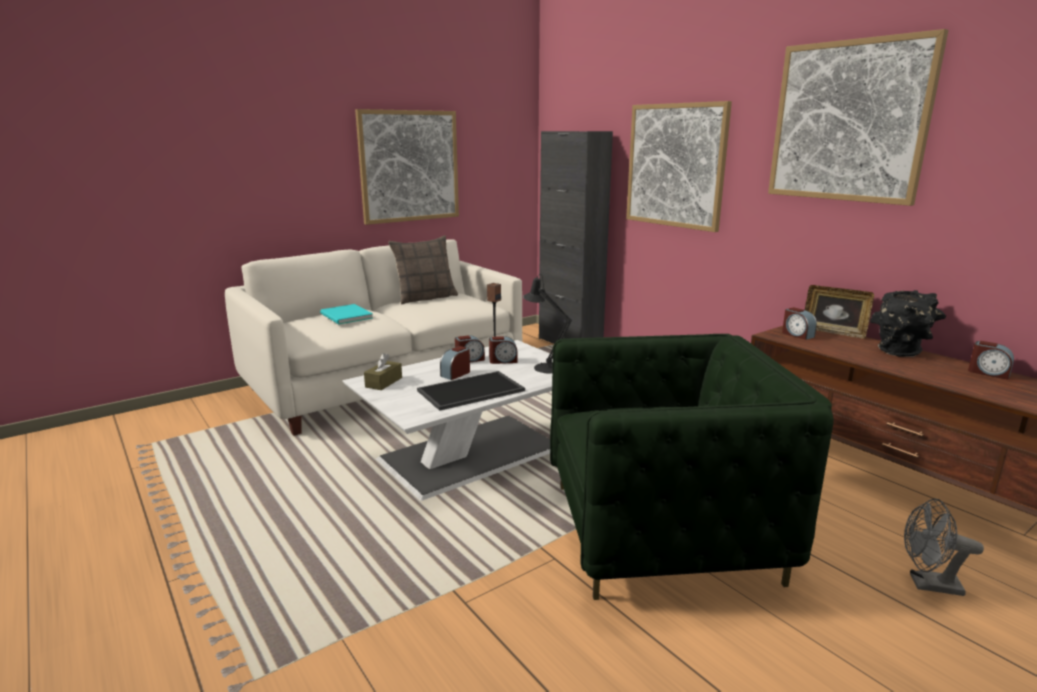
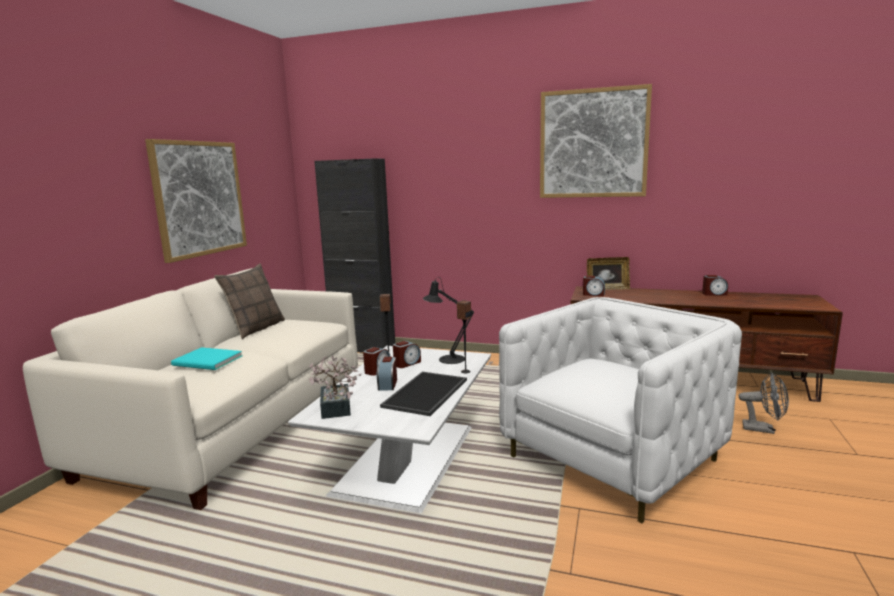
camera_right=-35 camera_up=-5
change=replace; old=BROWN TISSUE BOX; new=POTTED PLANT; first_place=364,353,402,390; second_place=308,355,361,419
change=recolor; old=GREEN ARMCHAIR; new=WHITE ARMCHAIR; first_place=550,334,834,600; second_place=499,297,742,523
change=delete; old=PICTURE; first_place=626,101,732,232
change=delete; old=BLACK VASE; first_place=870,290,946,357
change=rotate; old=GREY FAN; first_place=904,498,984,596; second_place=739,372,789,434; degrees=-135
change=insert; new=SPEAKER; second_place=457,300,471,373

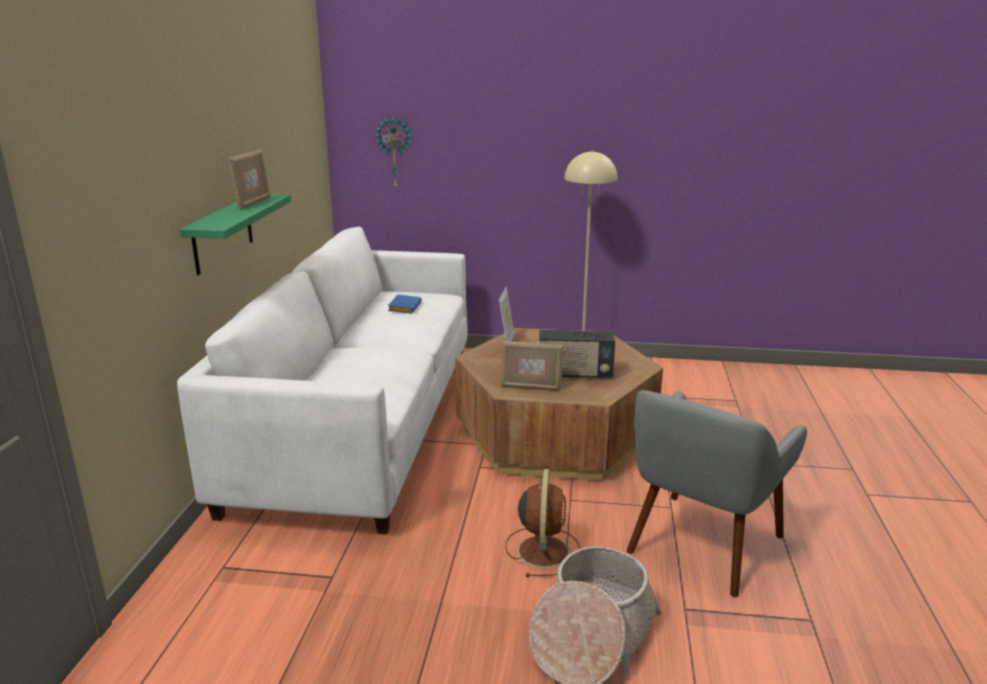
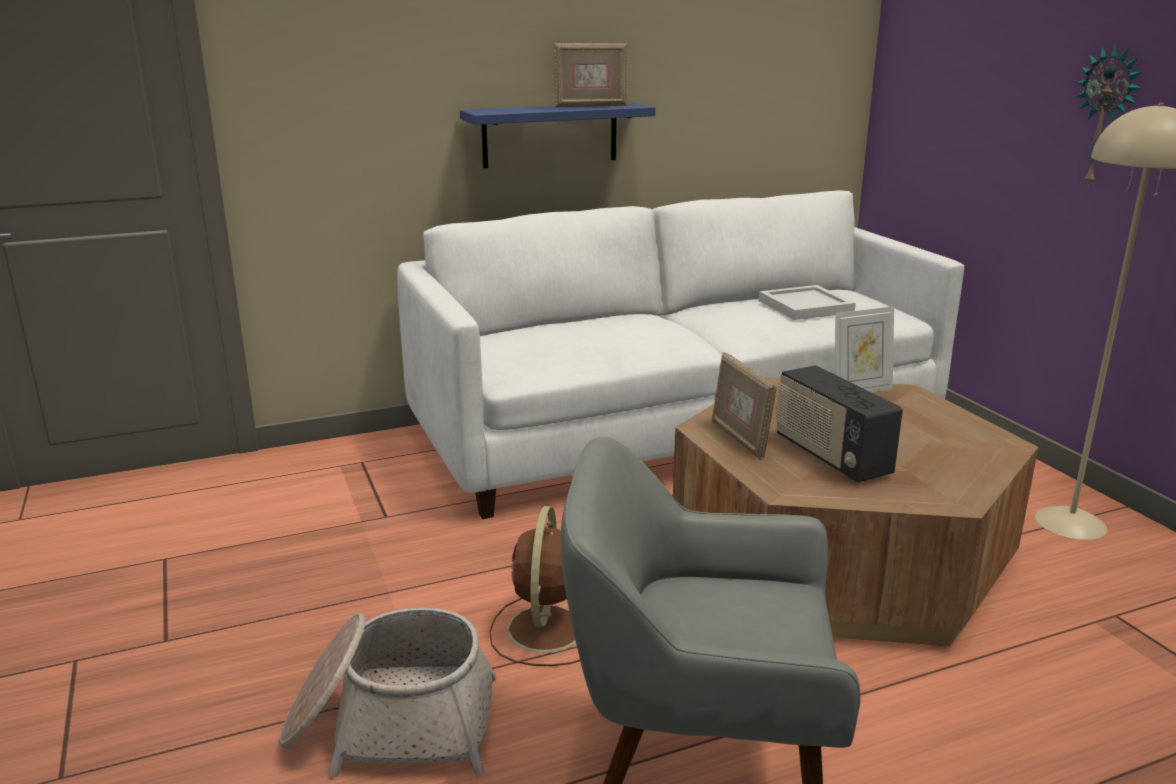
camera_right=60 camera_up=0
change=recolor; old=GREEN SHELF; new=BLUE SHELF; first_place=180,194,291,275; second_place=460,102,656,168
change=move; old=WALL CLOCK; first_place=374,115,414,188; second_place=1076,44,1142,187
change=replace; old=BLUE BOOK; new=WHITE TRAY; first_place=388,295,422,314; second_place=759,285,856,320
change=rotate; old=BROWN FAN; first_place=505,469,581,577; second_place=489,506,580,666; degrees=120

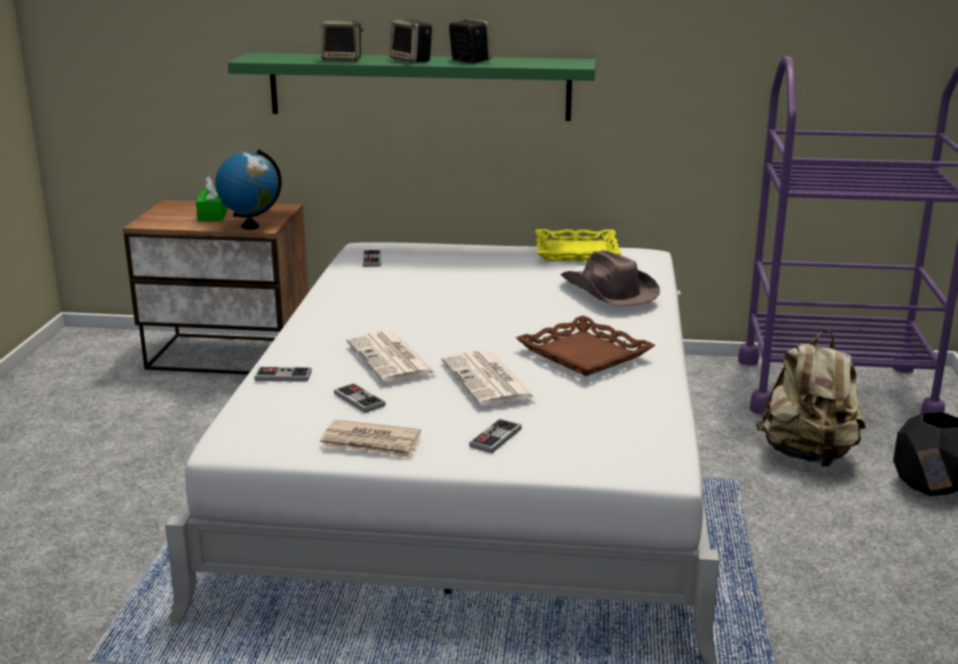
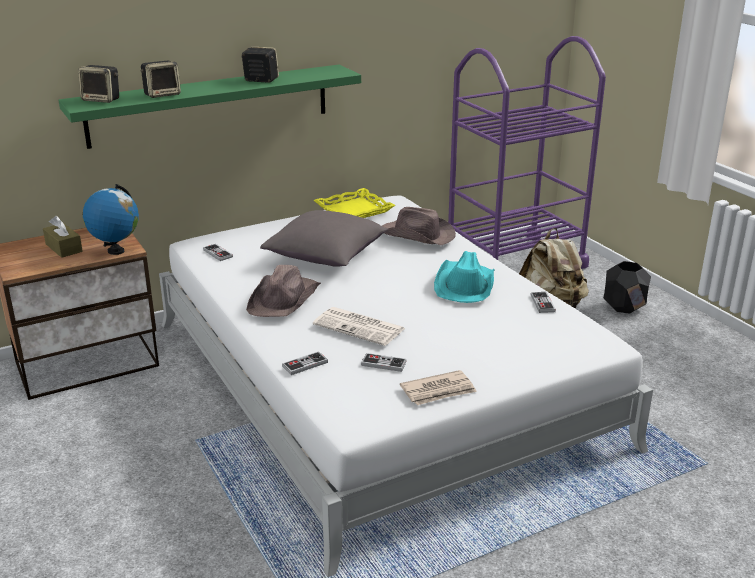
camera_right=-35 camera_up=5
change=recolor; old=GREEN TISSUE BOX; new=BROWN TISSUE BOX; first_place=196,176,228,221; second_place=43,216,83,258
change=move; old=SPEAKER; first_place=390,19,432,63; second_place=78,65,119,103
change=delete; old=NEWSPAPER; first_place=442,350,536,406
change=move; old=GAME CONTROLLER; first_place=469,419,522,453; second_place=531,292,556,313
change=replace; old=BROWN TRAY; new=TURQUOISE HAT; first_place=516,316,656,376; second_place=434,251,494,303
change=insert; new=BROWN HAT; second_place=246,265,321,317
change=insert; new=GREY PILLOW; second_place=260,210,388,267

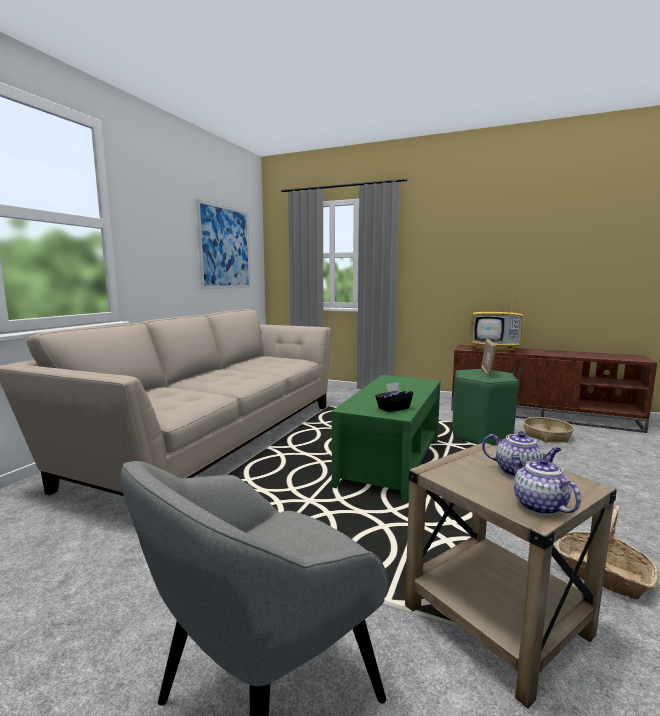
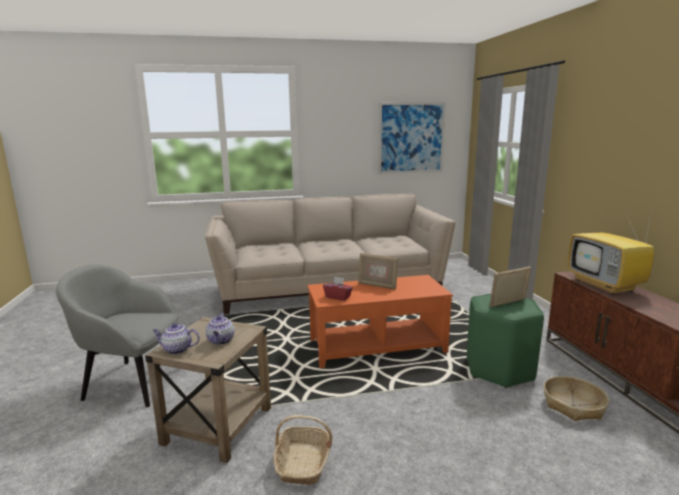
camera_right=55 camera_up=5
change=recolor; old=GREEN COFFEE TABLE; new=ORANGE COFFEE TABLE; first_place=331,375,441,503; second_place=308,275,453,368
change=recolor; old=BLACK TISSUE BOX; new=RED TISSUE BOX; first_place=375,382,413,412; second_place=323,276,353,301
change=rotate; old=TEAPOT; first_place=511,455,581,515; second_place=152,323,200,355; degrees=-120
change=insert; new=PICTURE FRAME; second_place=358,253,398,290

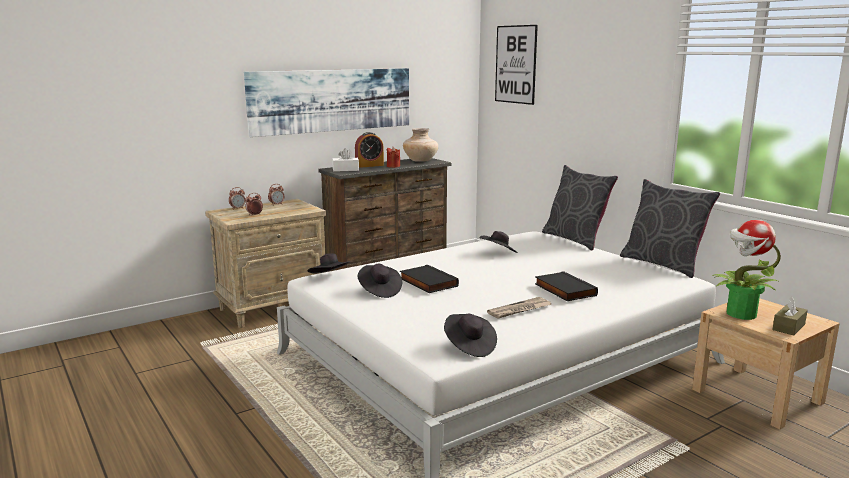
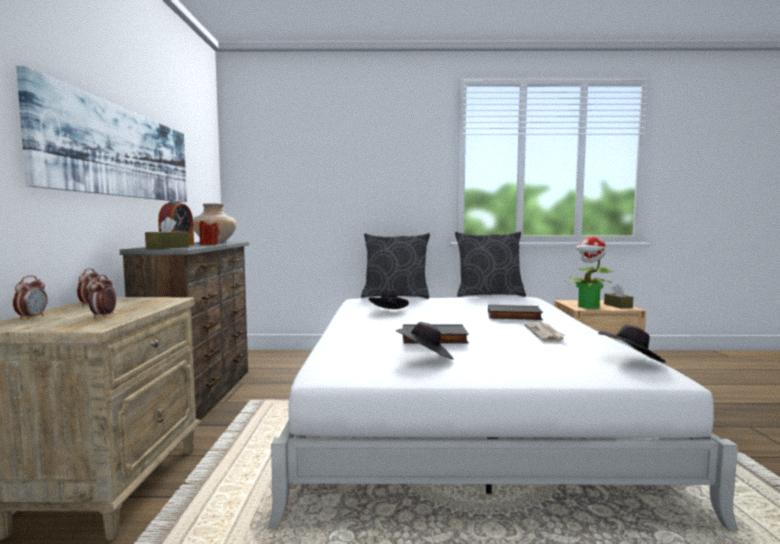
camera_right=-55 camera_up=-10
change=delete; old=BLACK HAT; first_place=307,253,350,274
change=recolor; old=WHITE TISSUE BOX; new=BROWN TISSUE BOX; first_place=332,148,359,172; second_place=145,217,189,249
change=delete; old=PICTURE; first_place=495,25,538,105

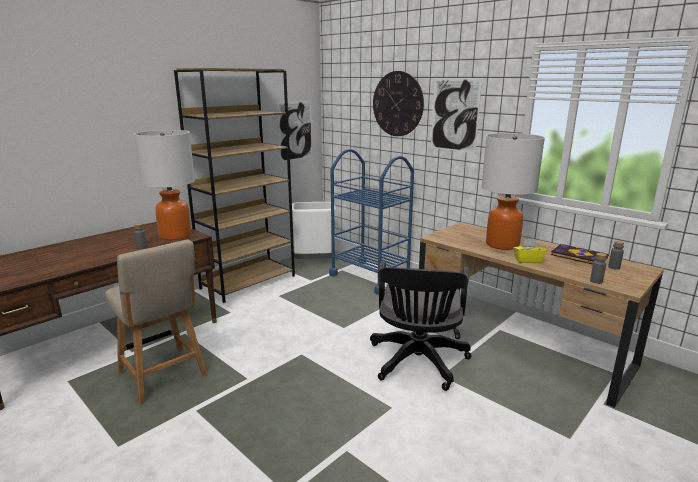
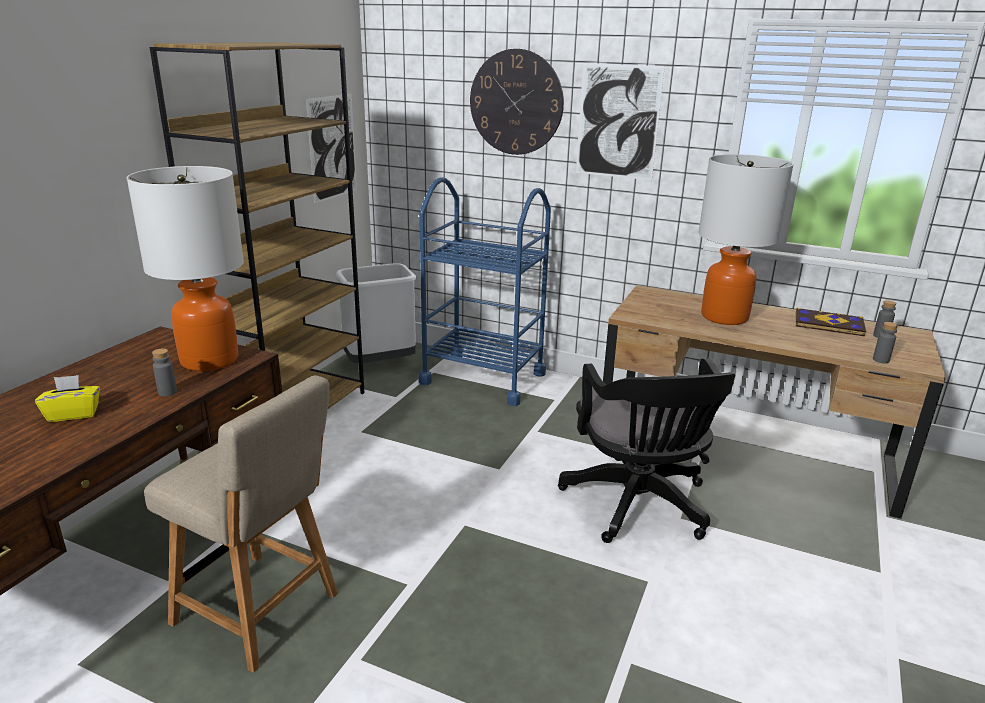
camera_right=-20 camera_up=5
change=move; old=YELLOW TISSUE BOX; first_place=513,239,547,263; second_place=35,375,100,422

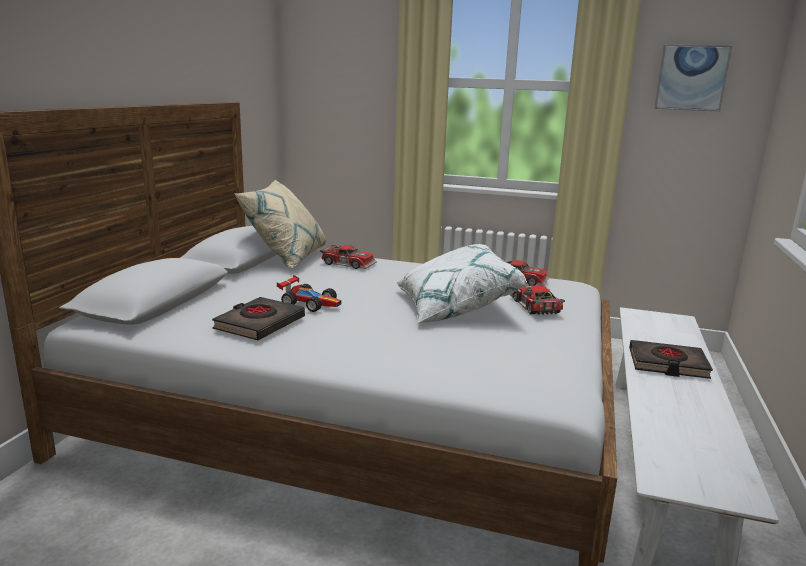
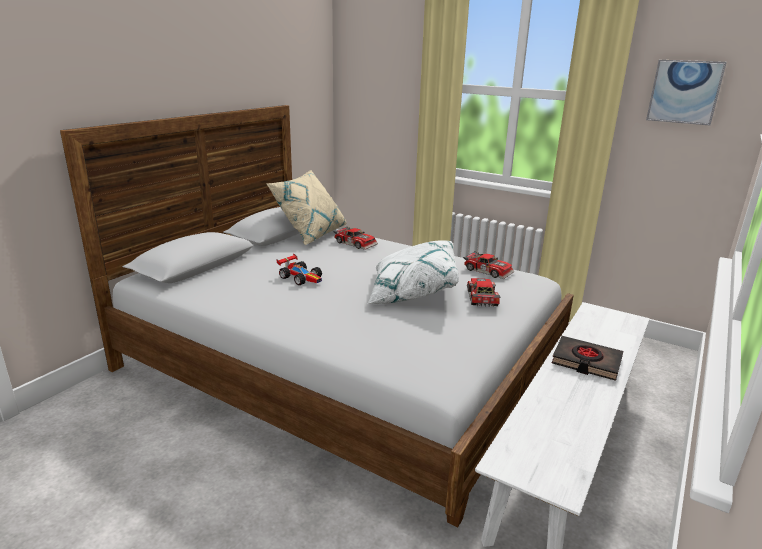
camera_right=15 camera_up=5
change=delete; old=BLACK BOOK; first_place=212,297,305,340

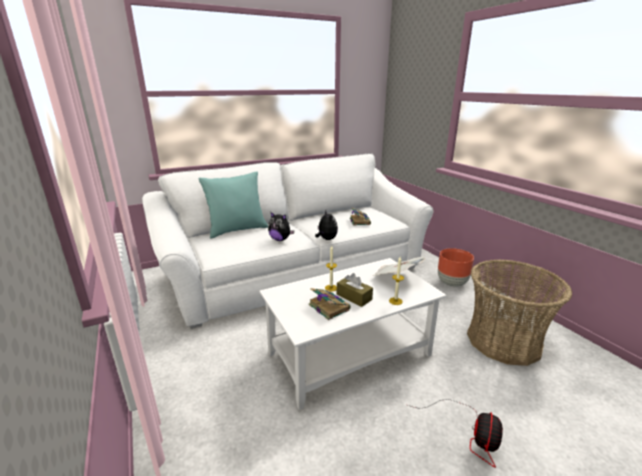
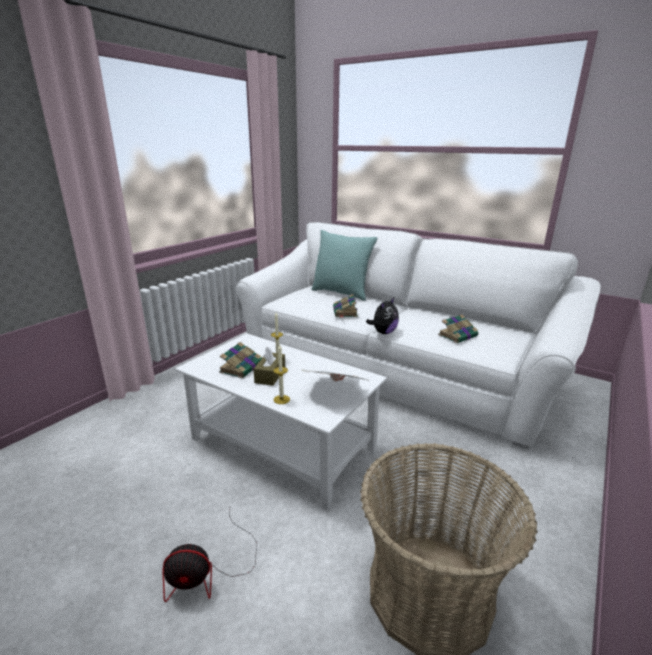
camera_right=60 camera_up=0
change=replace; old=PLUSH TOY; new=BOOK; first_place=268,212,294,241; second_place=333,294,358,318
change=delete; old=BROWN PLANTER; first_place=438,248,474,287

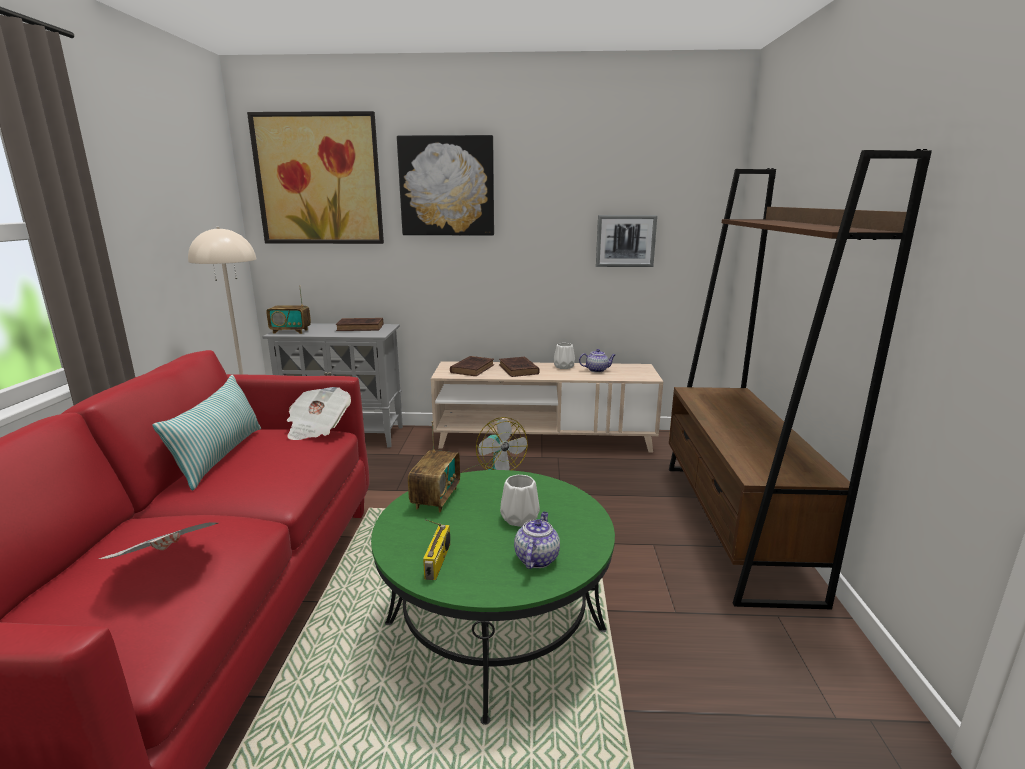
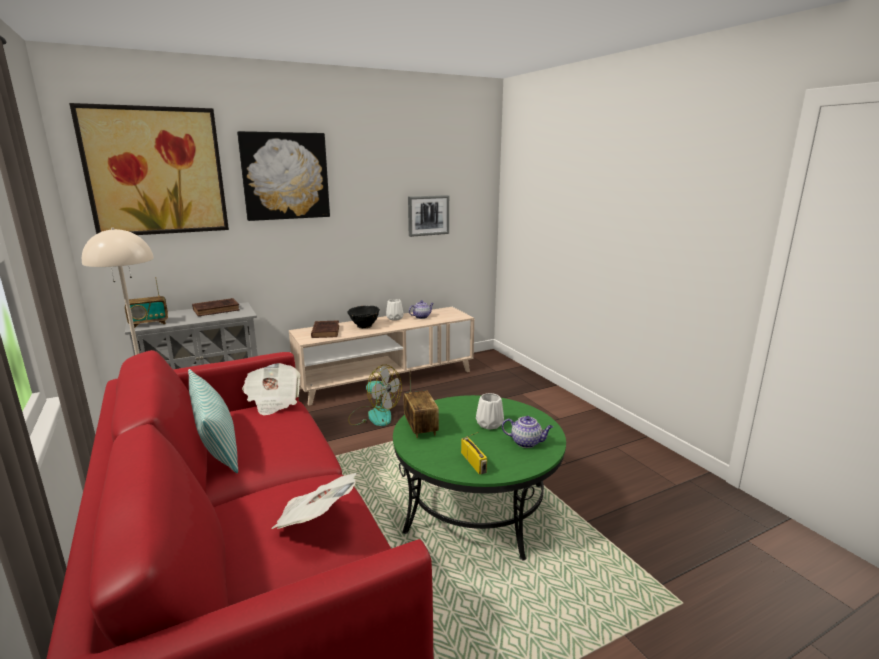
camera_right=-30 camera_up=0
change=replace; old=BROWN BOOK; new=BLACK BOWL; first_place=499,357,540,377; second_place=347,306,380,328
change=rotate; old=TEAPOT; first_place=514,512,560,569; second_place=502,416,553,448; degrees=120
change=delete; old=BROWN BOOKCASE; first_place=669,149,932,610

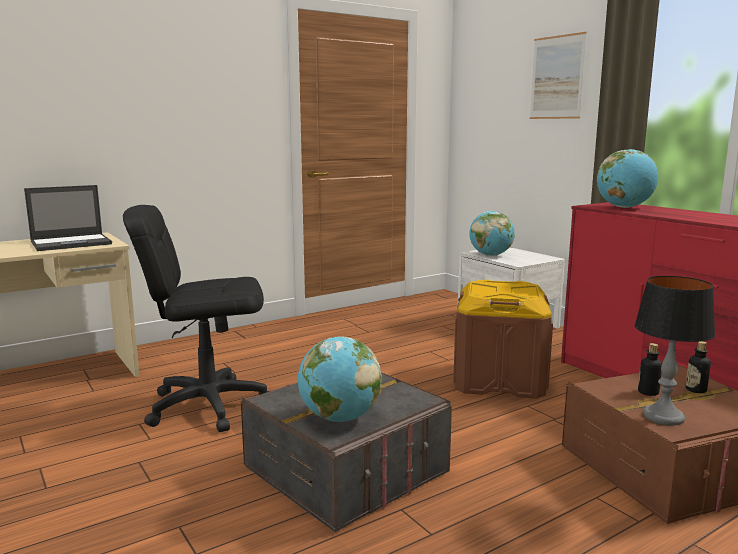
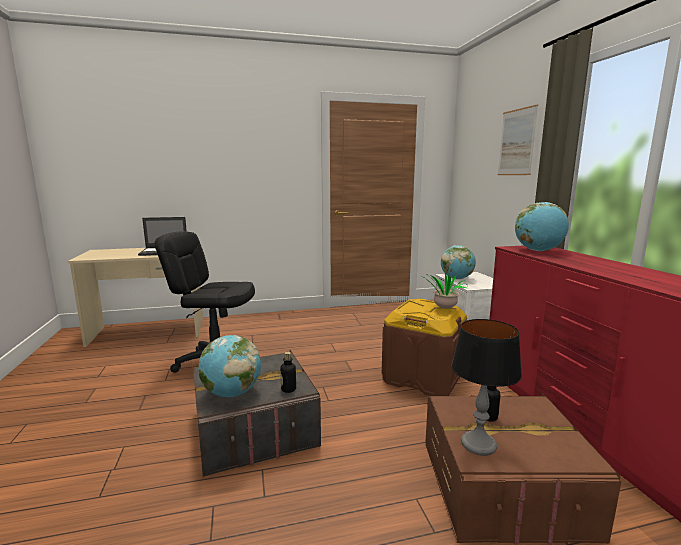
camera_right=20 camera_up=0
change=move; old=BOTTLE; first_place=686,341,711,393; second_place=280,352,296,393
change=insert; new=POTTED PLANT; second_place=420,273,468,309

